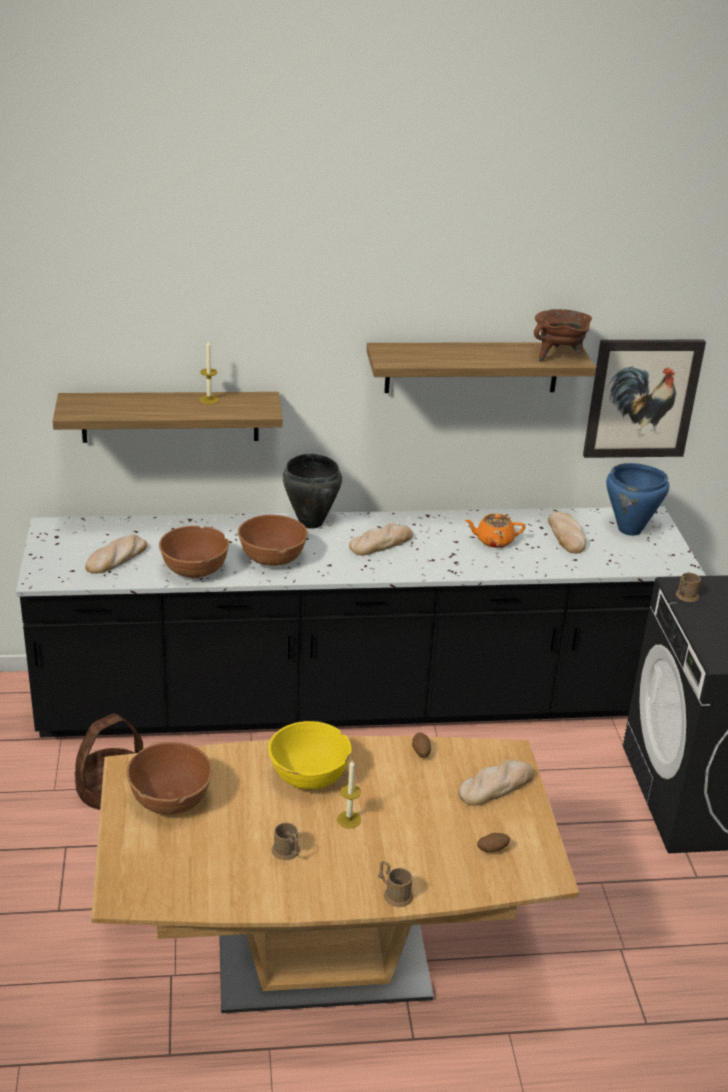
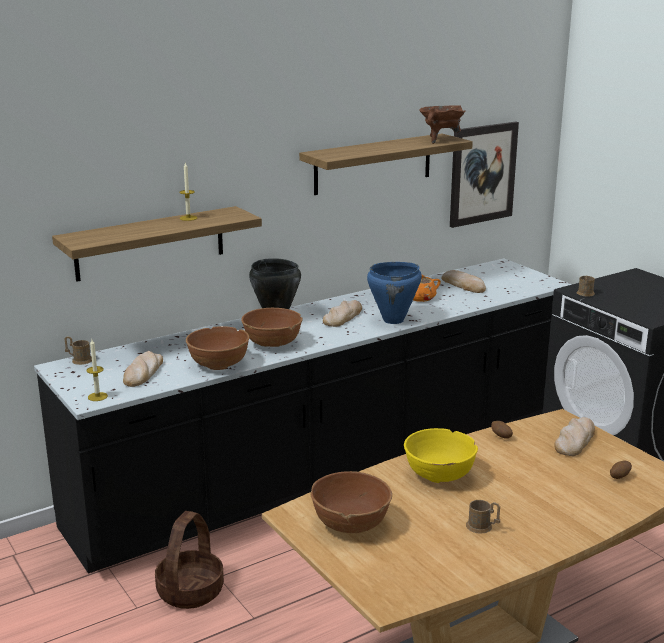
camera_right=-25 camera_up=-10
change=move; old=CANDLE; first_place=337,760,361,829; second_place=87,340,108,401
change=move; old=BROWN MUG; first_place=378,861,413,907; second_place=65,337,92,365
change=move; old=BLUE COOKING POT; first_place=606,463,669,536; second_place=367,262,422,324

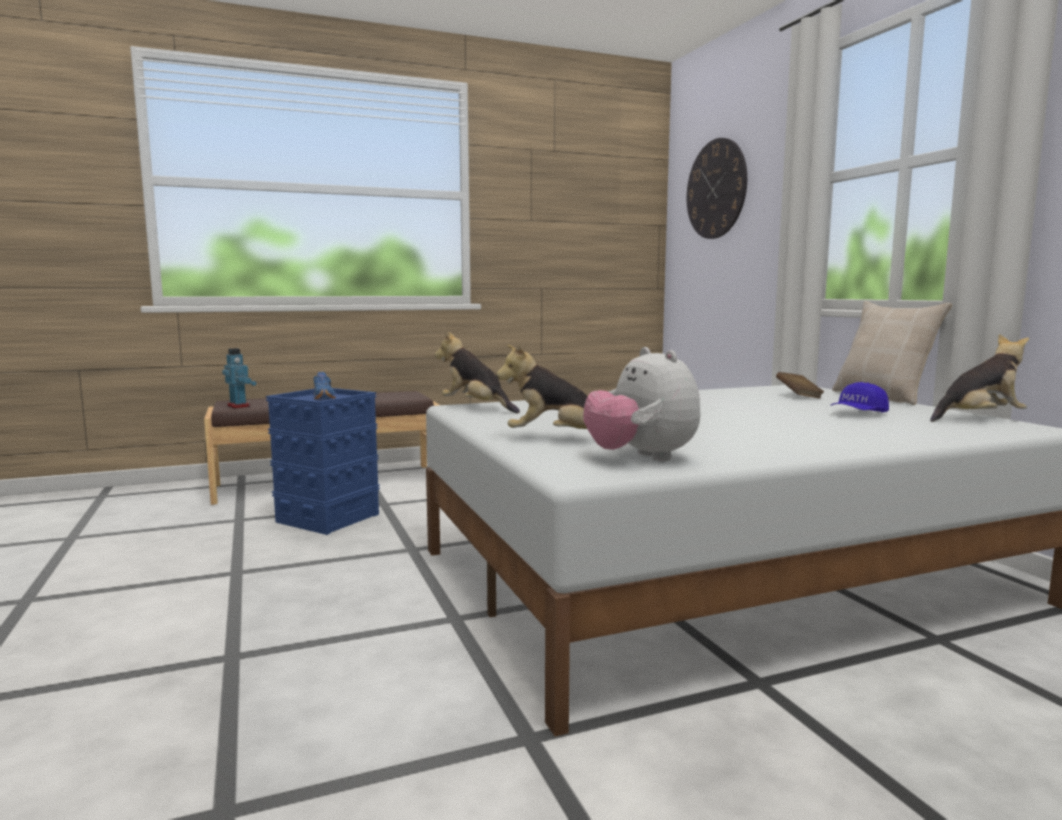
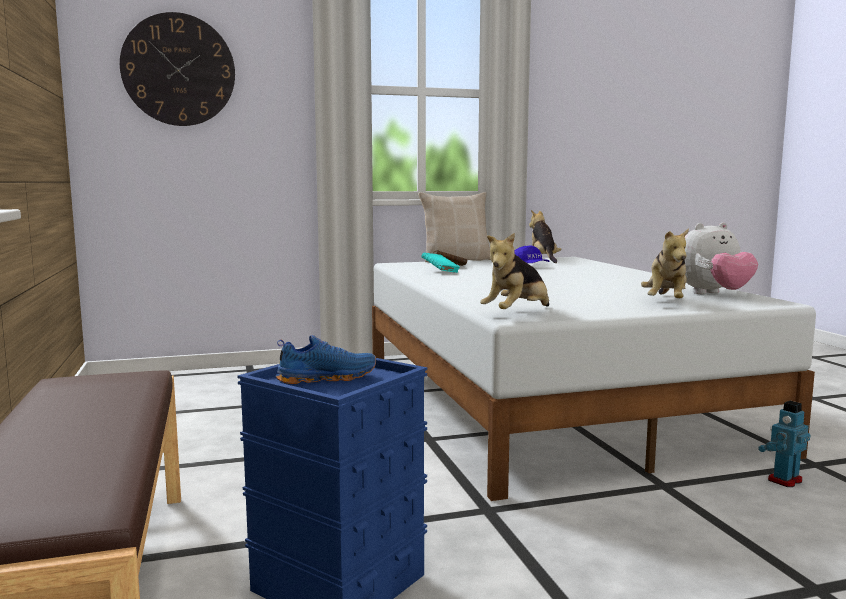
camera_right=-85 camera_up=0
change=move; old=TOY ROBOT; first_place=222,348,256,408; second_place=758,401,810,487
change=insert; new=TURQUOISE BOOK; second_place=421,253,460,273

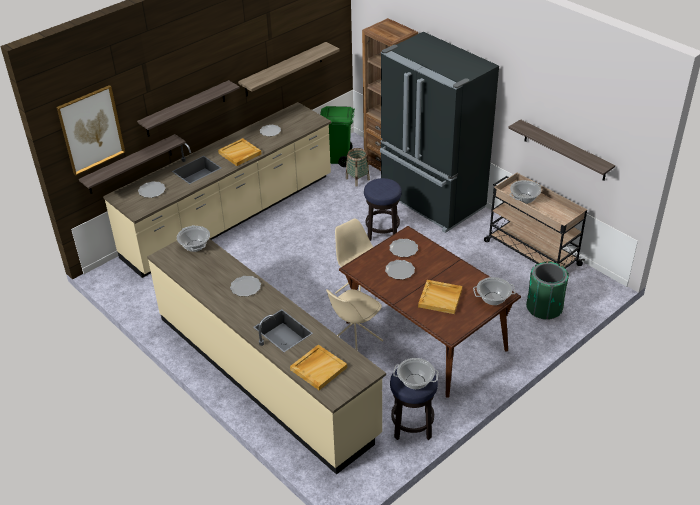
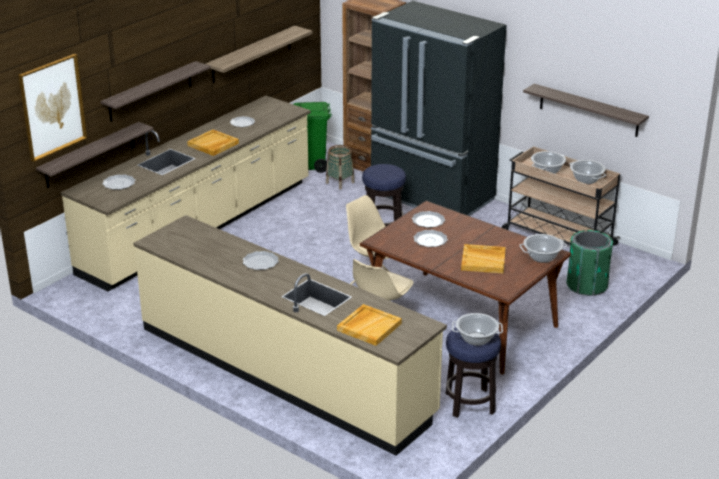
camera_right=-10 camera_up=-10
change=move; old=COOKING POT; first_place=177,225,210,252; second_place=570,160,606,184

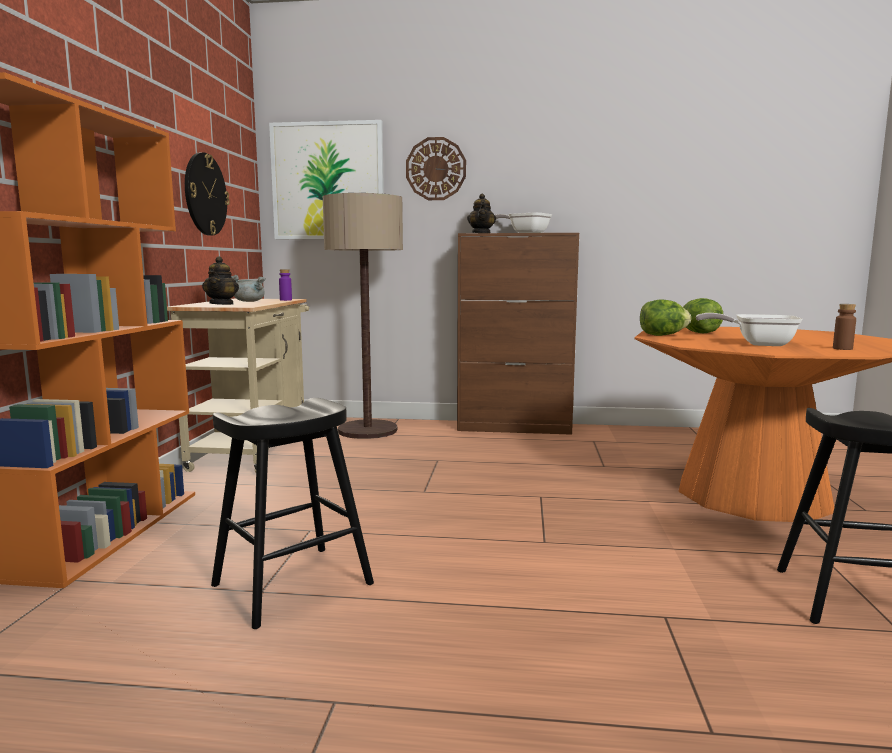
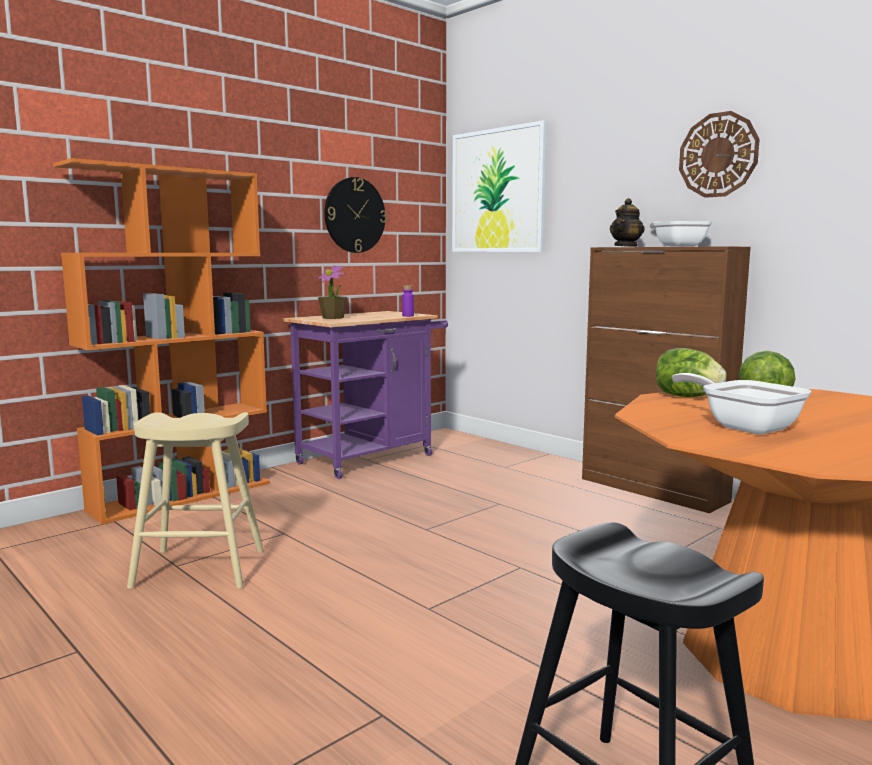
camera_right=40 camera_up=0
change=recolor; old=BEIGE CART; new=PURPLE CART; first_place=167,299,309,473; second_place=284,311,448,479
change=replace; old=TEAPOT; new=POTTED PLANT; first_place=202,256,239,305; second_place=318,265,347,319
change=recolor; old=BLACK STOOL; new=BEIGE STOOL; first_place=211,398,374,629; second_place=127,412,264,589
change=delete; old=GREY COOKING POT; first_place=231,275,266,302
change=delete; old=FLOOR LAMP; first_place=323,193,403,439
change=move; old=WALL CLOCK; first_place=406,137,466,200; second_place=679,111,760,198
change=delete; old=BROWN BOTTLE; first_place=833,304,856,350

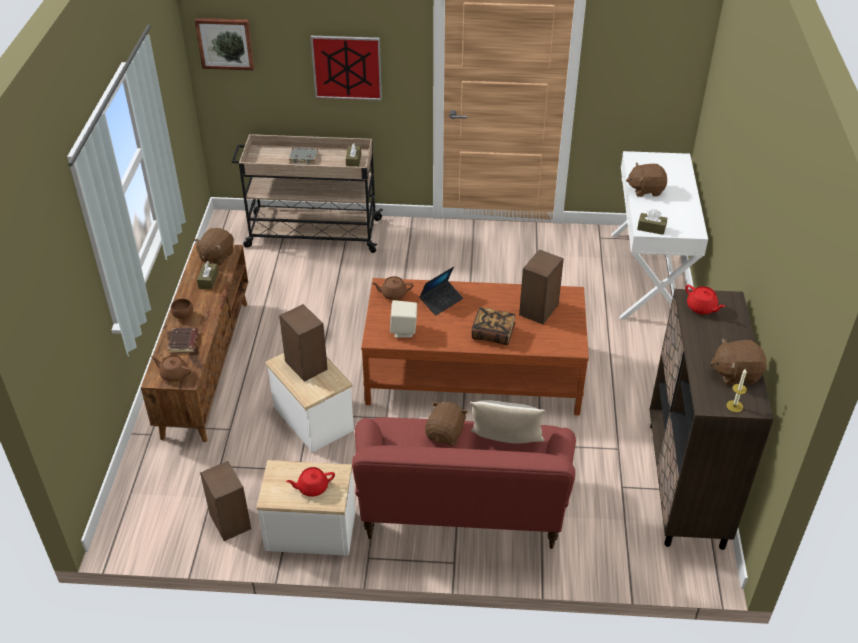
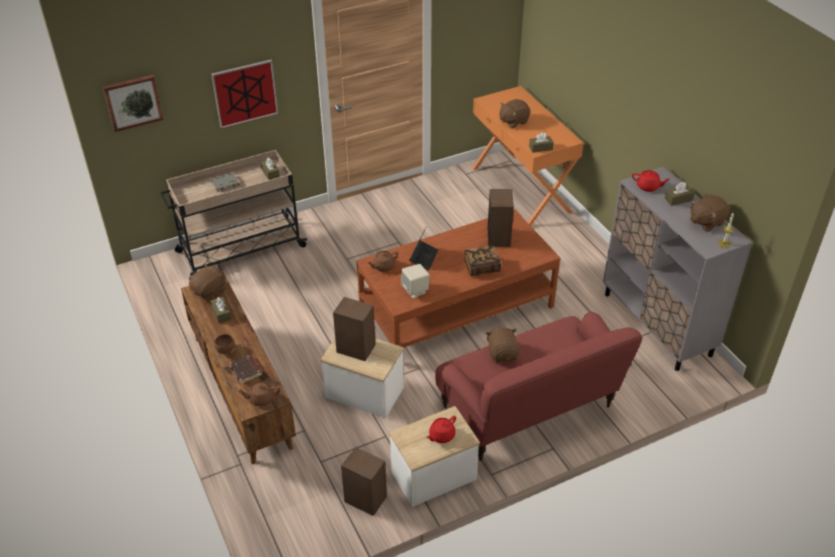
camera_right=-30 camera_up=0
change=rotate; old=BROWN PLUSH TOY; first_place=194,228,234,265; second_place=189,264,226,301; degrees=-135
change=delete; old=PILLOW; first_place=470,401,545,444
change=recolor; old=WHITE CONSOLE TABLE; new=ORANGE CONSOLE TABLE; first_place=611,151,708,319; second_place=472,86,584,226
change=recolor; old=BROWN CABINET; new=GREY CABINET; first_place=650,289,774,550; second_place=603,167,753,371
change=insert; new=BROWN TISSUE BOX; second_place=665,182,695,206

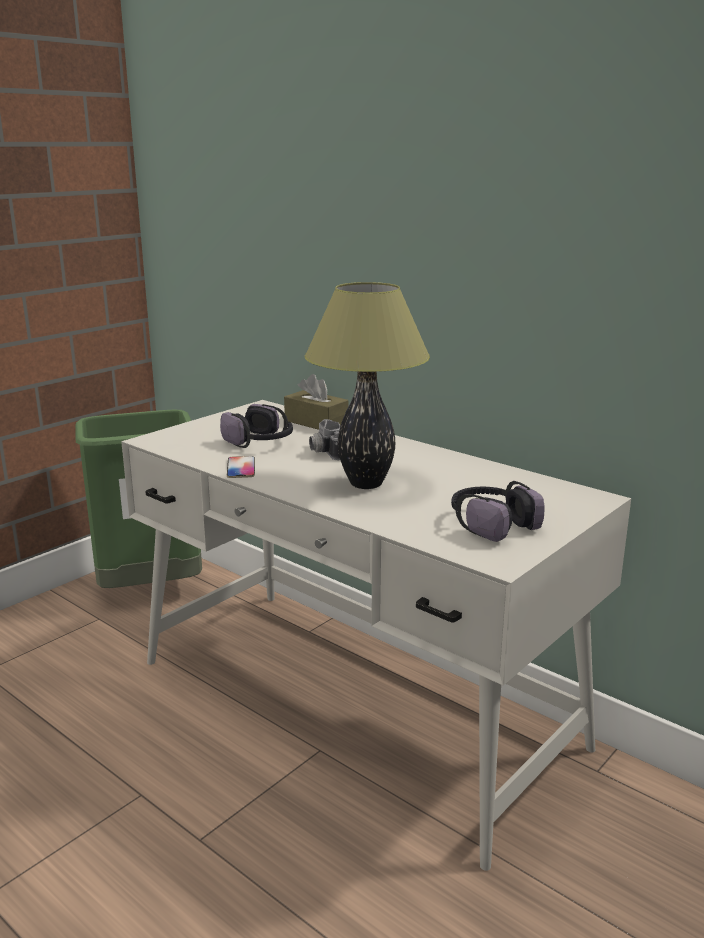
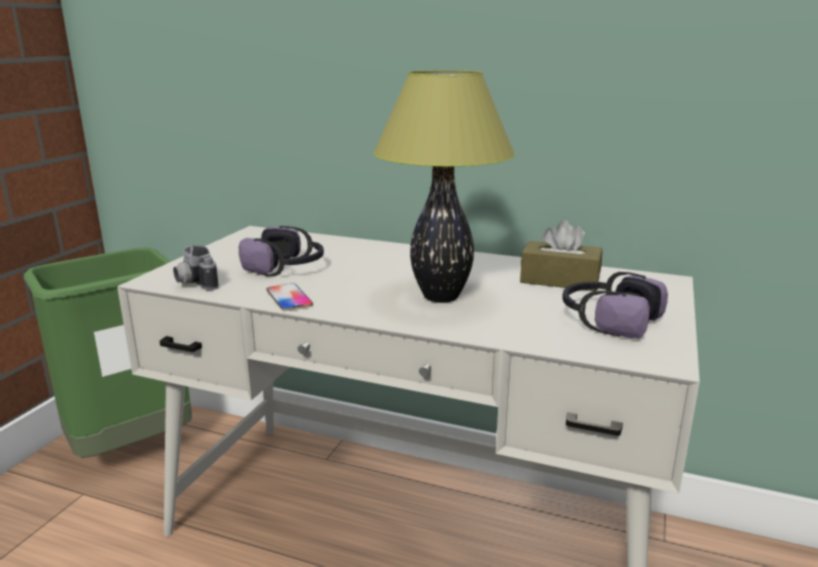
camera_right=-20 camera_up=0
change=move; old=BROWN TISSUE BOX; first_place=284,374,349,430; second_place=520,220,602,291
change=move; old=PHOTO CAMERA; first_place=309,419,340,460; second_place=173,245,219,290

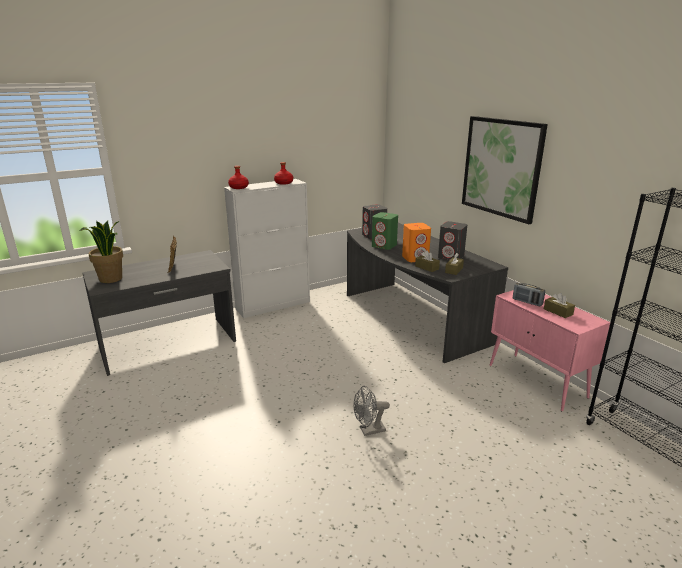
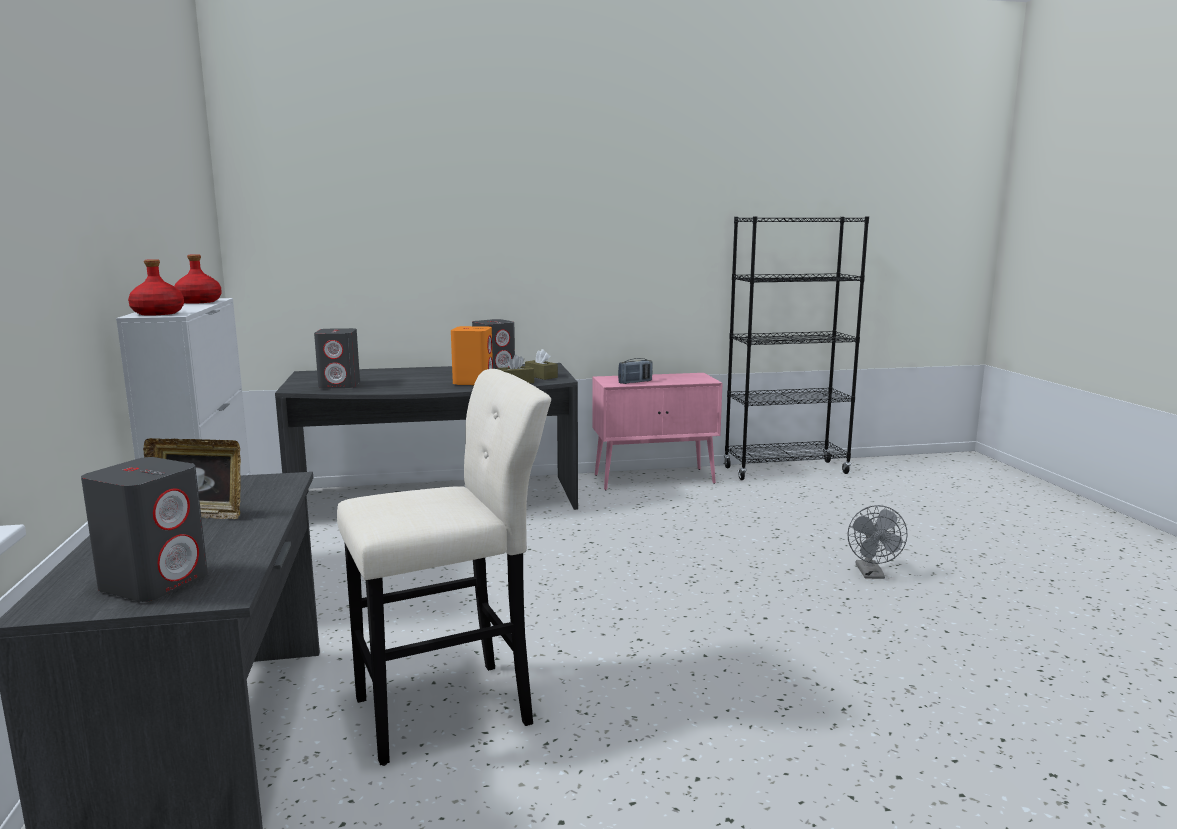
camera_right=-70 camera_up=-10
change=replace; old=POTTED PLANT; new=GREY SPEAKER; first_place=79,220,123,283; second_place=81,457,208,602
change=move; old=GREY FAN; first_place=354,386,390,436; second_place=848,505,908,579
change=delete; old=GREEN SPEAKER; first_place=372,212,398,250
change=delete; old=PICTURE; first_place=462,116,548,224
change=delete; old=BROWN TISSUE BOX; first_place=544,293,575,318
change=insert; new=BEIGE STOOL; second_place=337,369,551,766

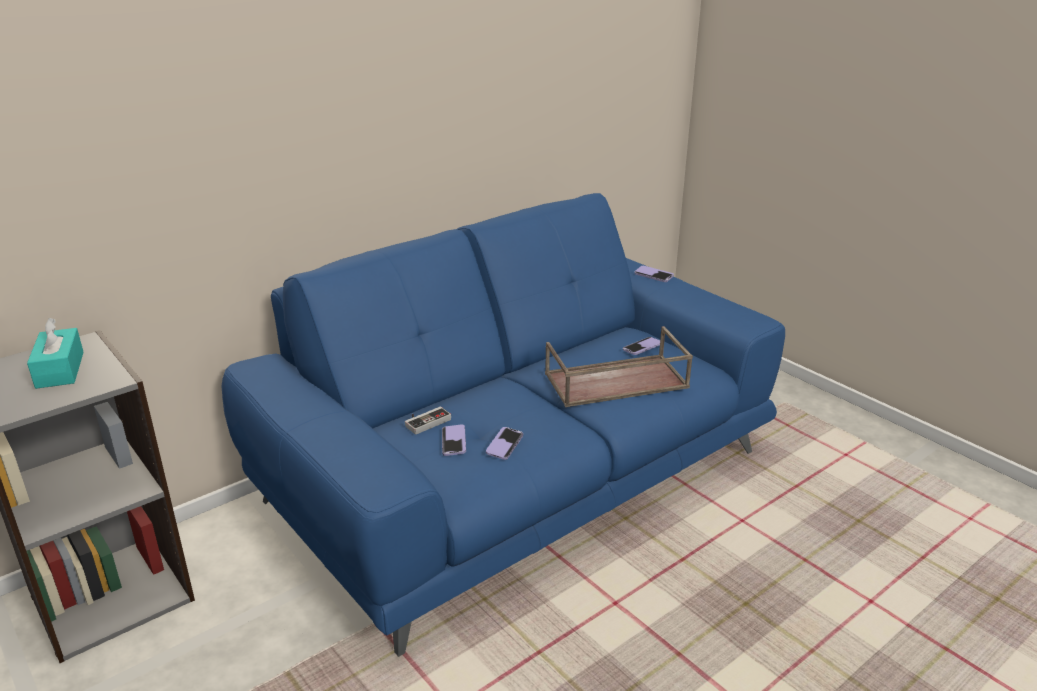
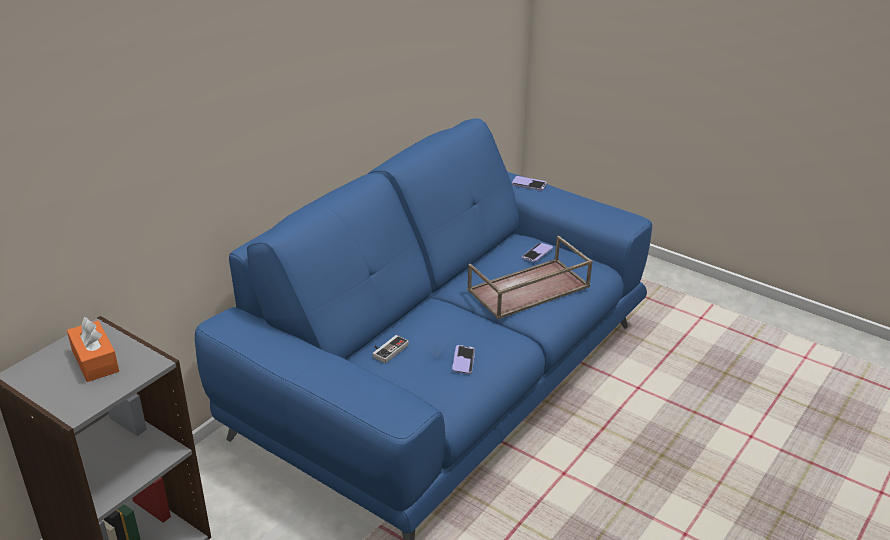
camera_right=-15 camera_up=5
change=recolor; old=TURQUOISE TISSUE BOX; new=ORANGE TISSUE BOX; first_place=27,318,84,389; second_place=67,317,119,382
change=delete; old=PHONE; first_place=442,424,466,456

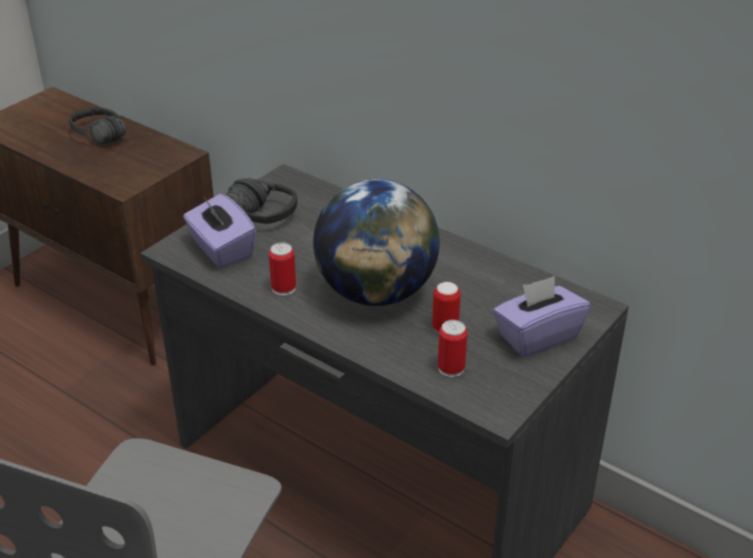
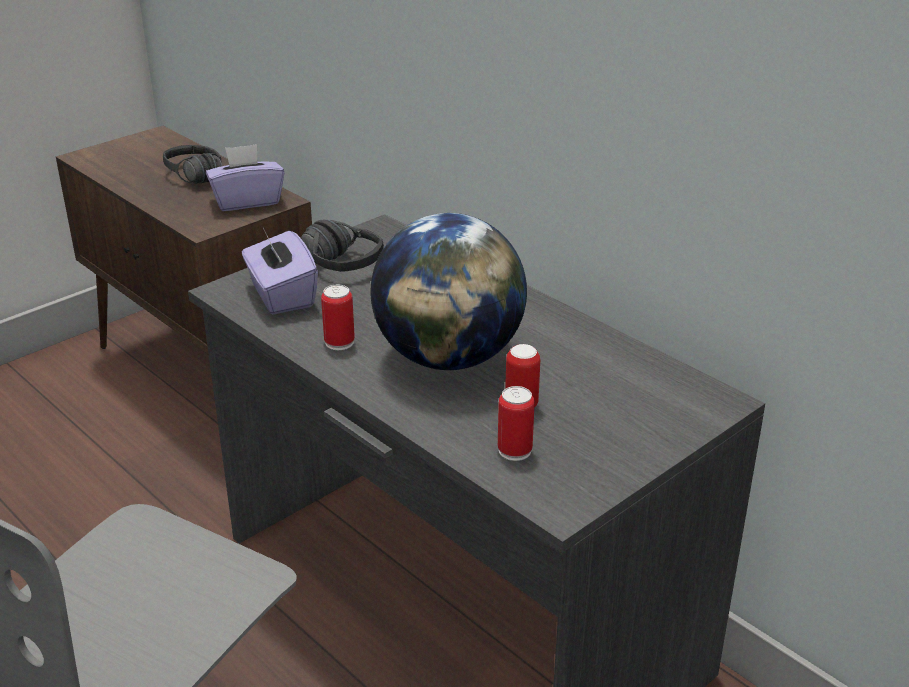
camera_right=10 camera_up=-5
change=move; old=PURPLE TISSUE BOX; first_place=493,276,590,357; second_place=206,144,284,211

